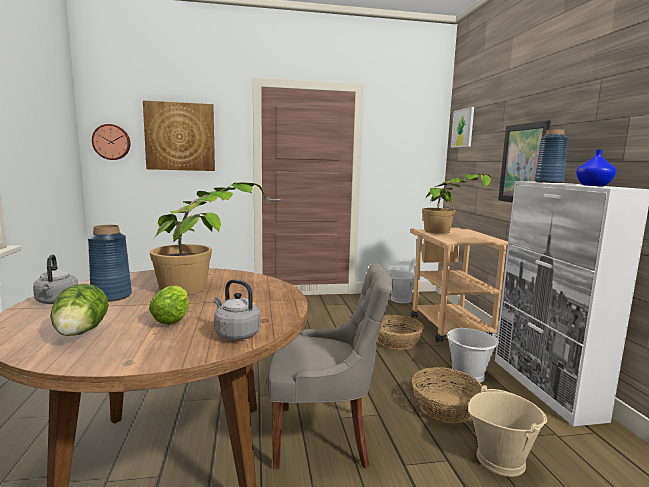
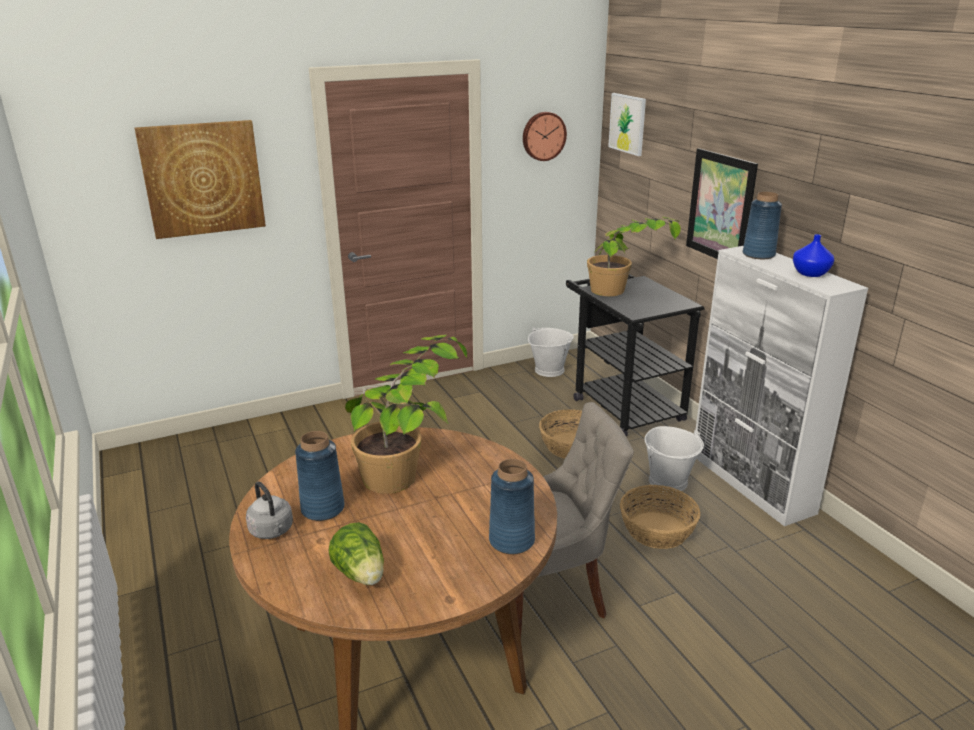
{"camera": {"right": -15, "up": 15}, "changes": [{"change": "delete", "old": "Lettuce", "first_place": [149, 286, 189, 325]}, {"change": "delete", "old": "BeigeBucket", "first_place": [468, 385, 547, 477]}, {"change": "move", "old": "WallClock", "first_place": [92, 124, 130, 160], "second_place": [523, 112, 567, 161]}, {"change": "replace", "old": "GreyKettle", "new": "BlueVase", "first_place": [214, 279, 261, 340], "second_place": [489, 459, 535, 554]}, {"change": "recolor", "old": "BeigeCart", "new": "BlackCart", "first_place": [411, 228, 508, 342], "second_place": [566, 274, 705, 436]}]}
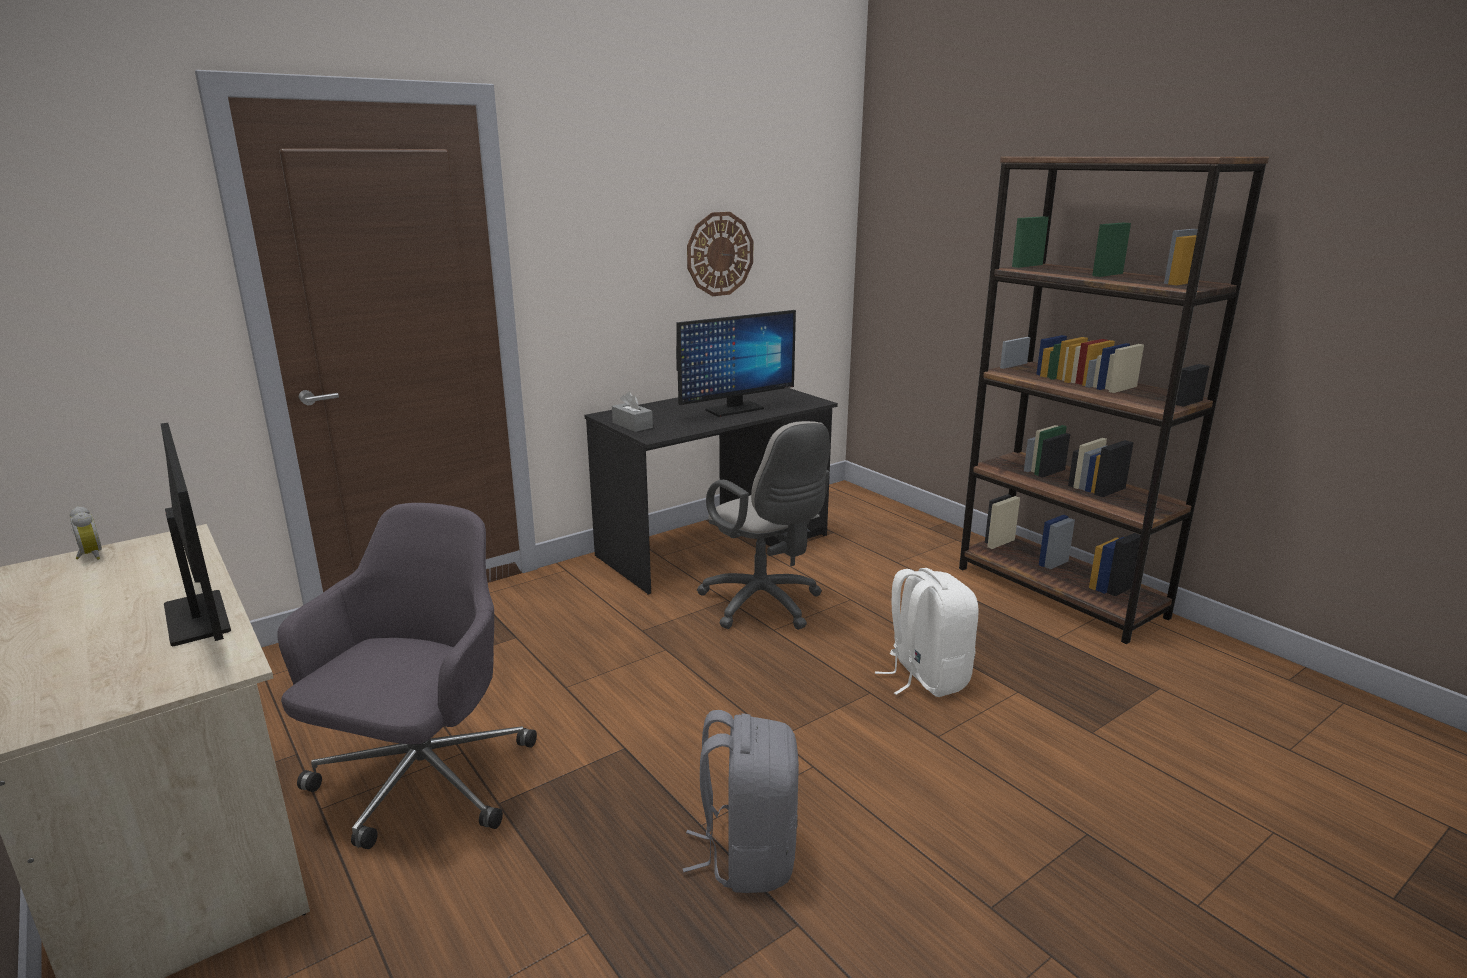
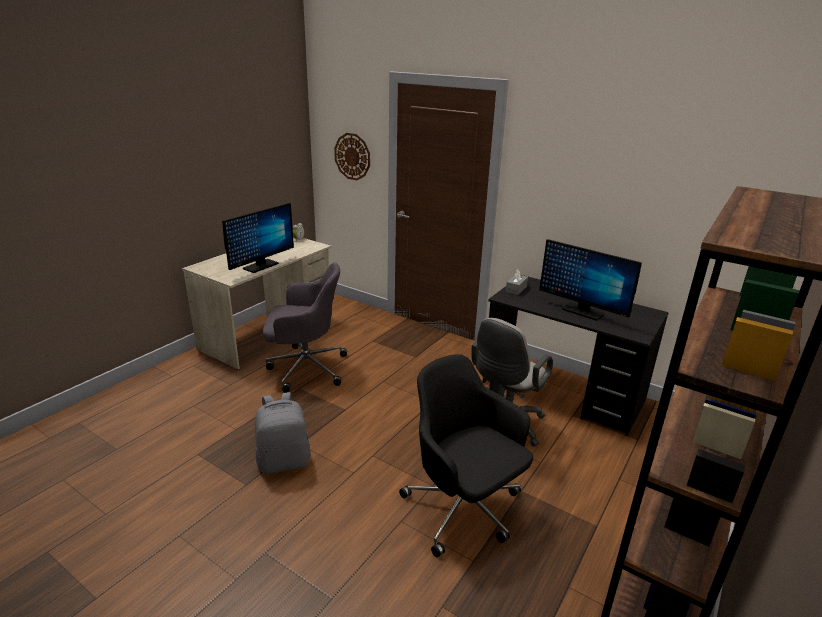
{"camera": {"right": 70, "up": 5}, "changes": [{"change": "move", "old": "WallClock", "first_place": [687, 212, 753, 296], "second_place": [334, 133, 370, 180]}, {"change": "replace", "old": "WhiteBackpack", "new": "BlackOfficeChair", "first_place": [875, 568, 979, 697], "second_place": [399, 354, 533, 557]}]}
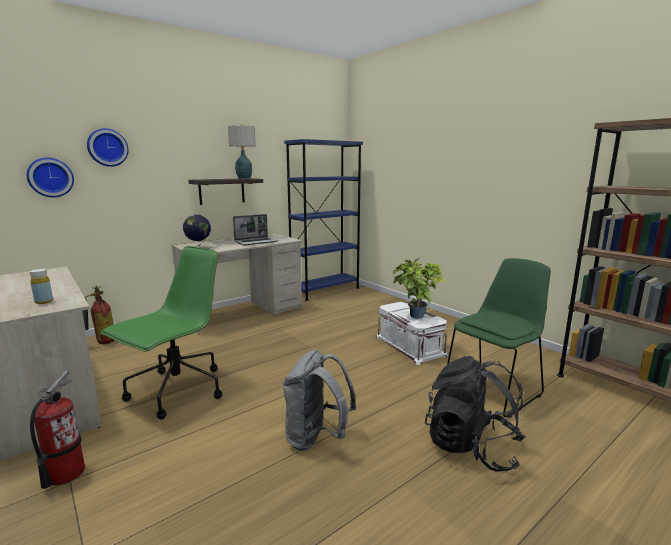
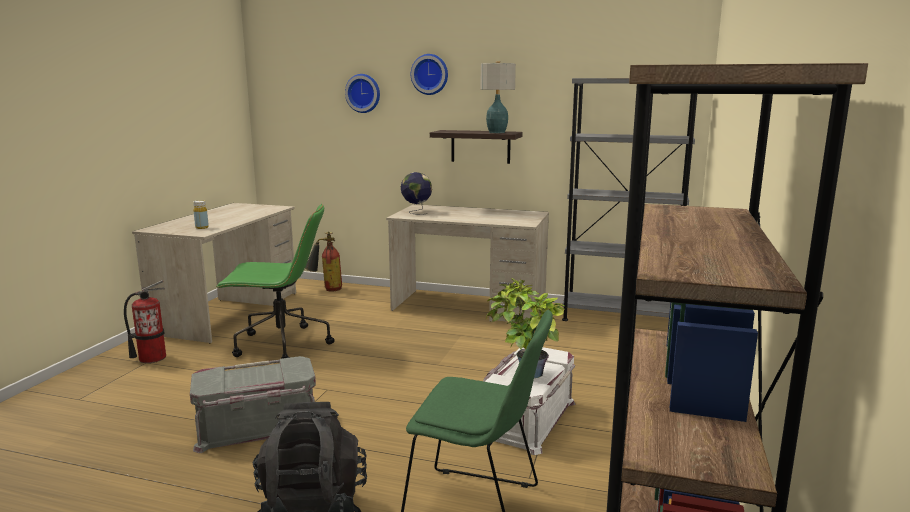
{"camera": {"right": 55, "up": 0}, "changes": [{"change": "delete", "old": "Laptop", "first_place": [233, 214, 278, 246]}, {"change": "move", "old": "WallClock", "first_place": [27, 158, 74, 197], "second_place": [411, 54, 448, 95]}, {"change": "replace", "old": "GreyBackpack", "new": "GreyStorageBox", "first_place": [283, 349, 356, 451], "second_place": [190, 356, 316, 453]}, {"change": "recolor", "old": "BlueBookcase", "new": "GreyBookcase", "first_place": [284, 139, 363, 301], "second_place": [562, 78, 697, 321]}]}
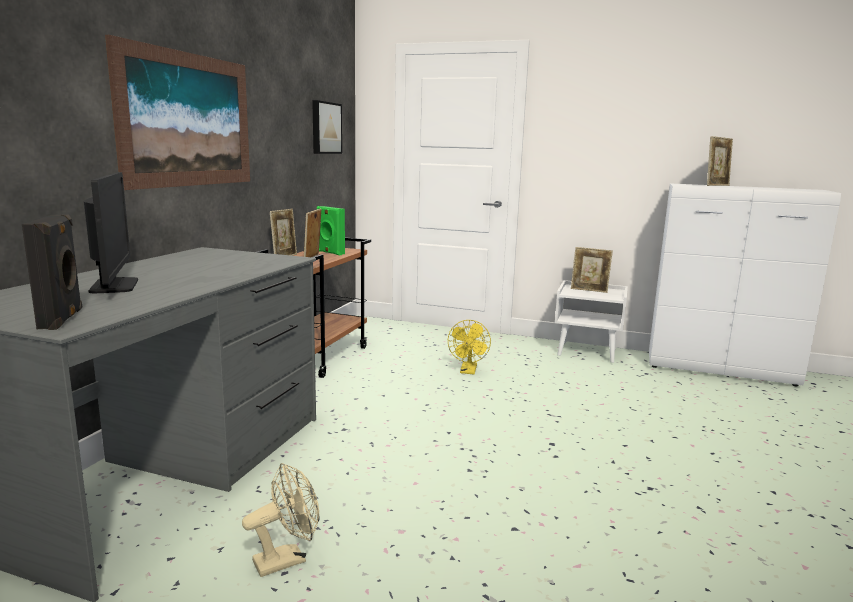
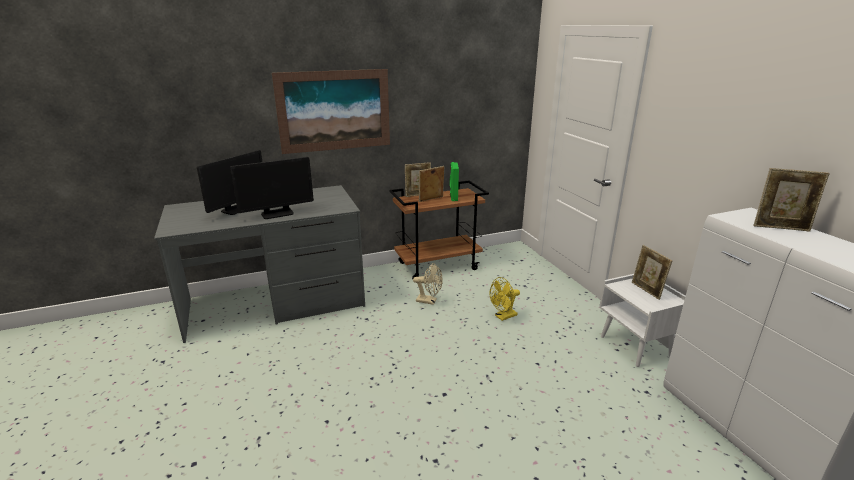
{"camera": {"right": 50, "up": 10}, "changes": [{"change": "delete", "old": "BlackSpeaker", "first_place": [22, 215, 82, 330]}, {"change": "delete", "old": "Picture", "first_place": [312, 100, 342, 154]}, {"change": "insert", "new": "Monitor", "second_place": [230, 157, 314, 219]}, {"change": "move", "old": "BeigeFan", "first_place": [242, 463, 319, 577], "second_place": [413, 263, 443, 305]}]}
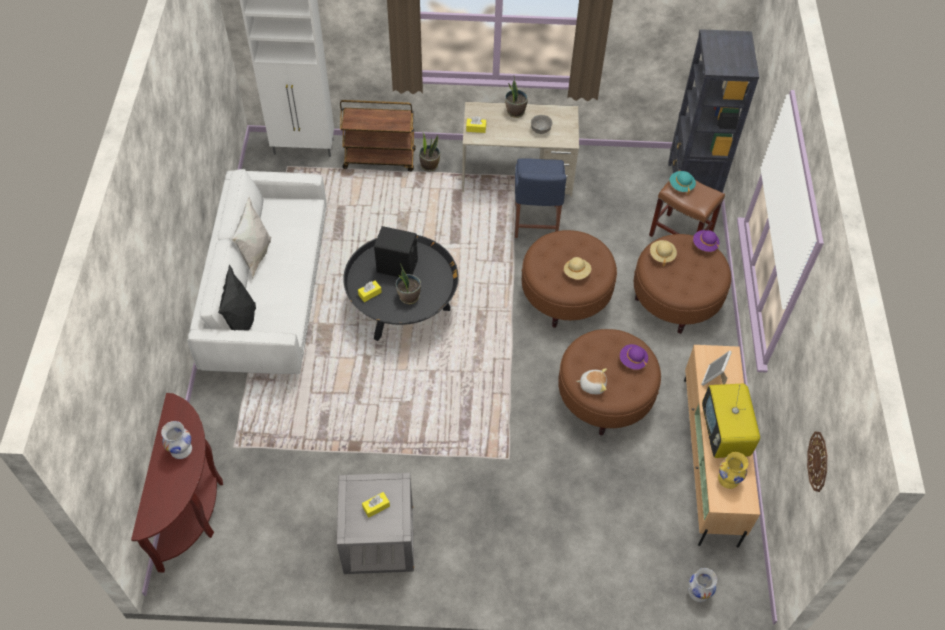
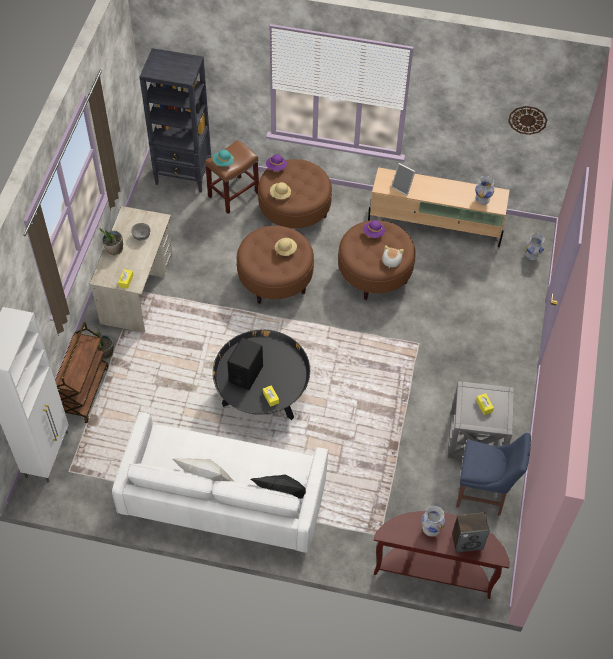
{"camera": {"right": -80, "up": 0}, "changes": [{"change": "delete", "old": "PottedPlant", "first_place": [396, 263, 421, 304]}, {"change": "delete", "old": "Television", "first_place": [702, 384, 760, 458]}, {"change": "insert", "new": "Speaker", "second_place": [452, 512, 490, 553]}, {"change": "move", "old": "BlueChair", "first_place": [515, 158, 567, 238], "second_place": [456, 433, 531, 516]}, {"change": "recolor", "old": "YellowVase", "new": "WhiteVase", "first_place": [718, 452, 748, 489], "second_place": [475, 176, 494, 205]}]}
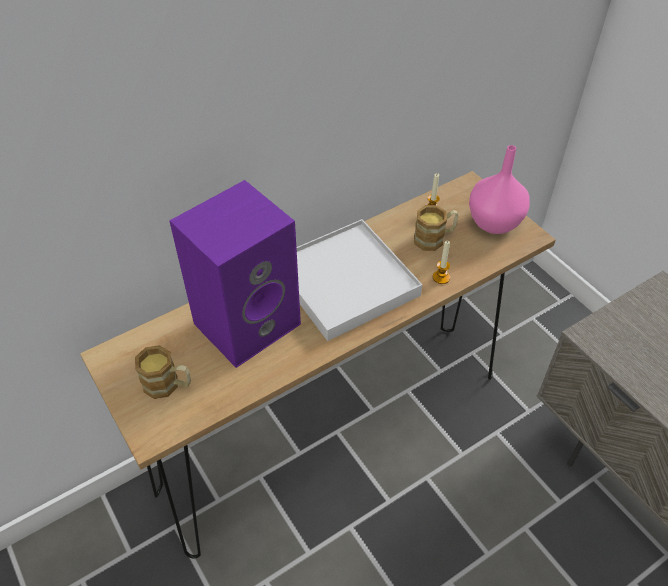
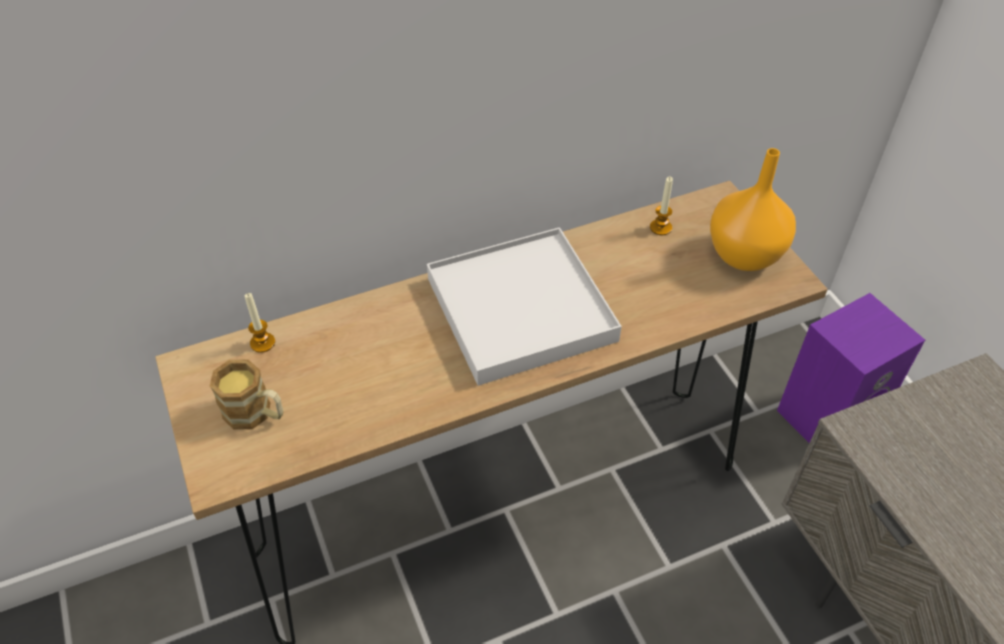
{"camera": {"right": 10, "up": 0}, "changes": [{"change": "delete", "old": "Mug", "first_place": [414, 205, 459, 251]}, {"change": "move", "old": "PurpleSpeaker", "first_place": [169, 180, 301, 368], "second_place": [777, 293, 925, 443]}, {"change": "move", "old": "Candle", "first_place": [433, 241, 450, 284], "second_place": [245, 293, 275, 353]}, {"change": "recolor", "old": "PinkVase", "new": "OrangeVase", "first_place": [469, 145, 530, 234], "second_place": [710, 148, 796, 271]}]}
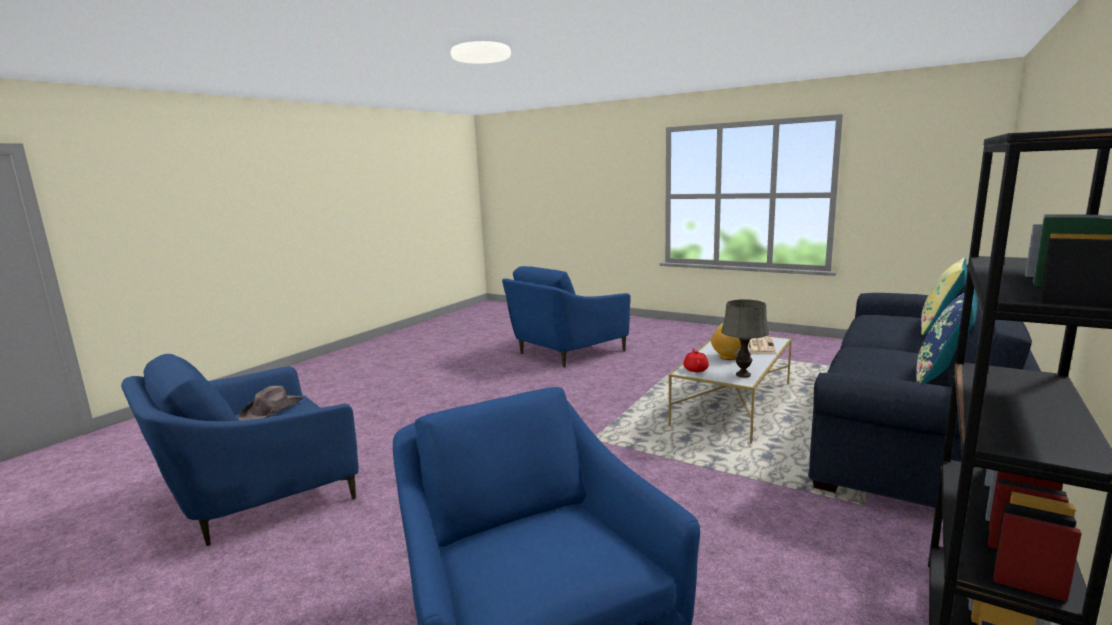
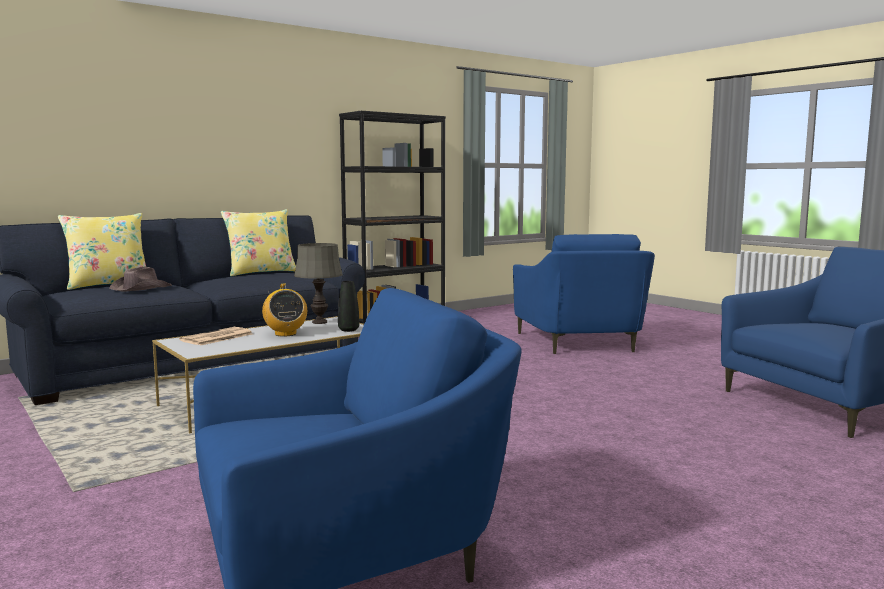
{"camera": {"right": -160, "up": -5}, "changes": [{"change": "move", "old": "BrownHat", "first_place": [238, 386, 304, 420], "second_place": [109, 266, 172, 292]}, {"change": "replace", "old": "RedTeapot", "new": "BlackVase", "first_place": [684, 349, 709, 372], "second_place": [338, 281, 359, 332]}, {"change": "recolor", "old": "BluePillow", "new": "YellowPillow", "first_place": [916, 289, 978, 383], "second_place": [221, 209, 296, 276]}]}
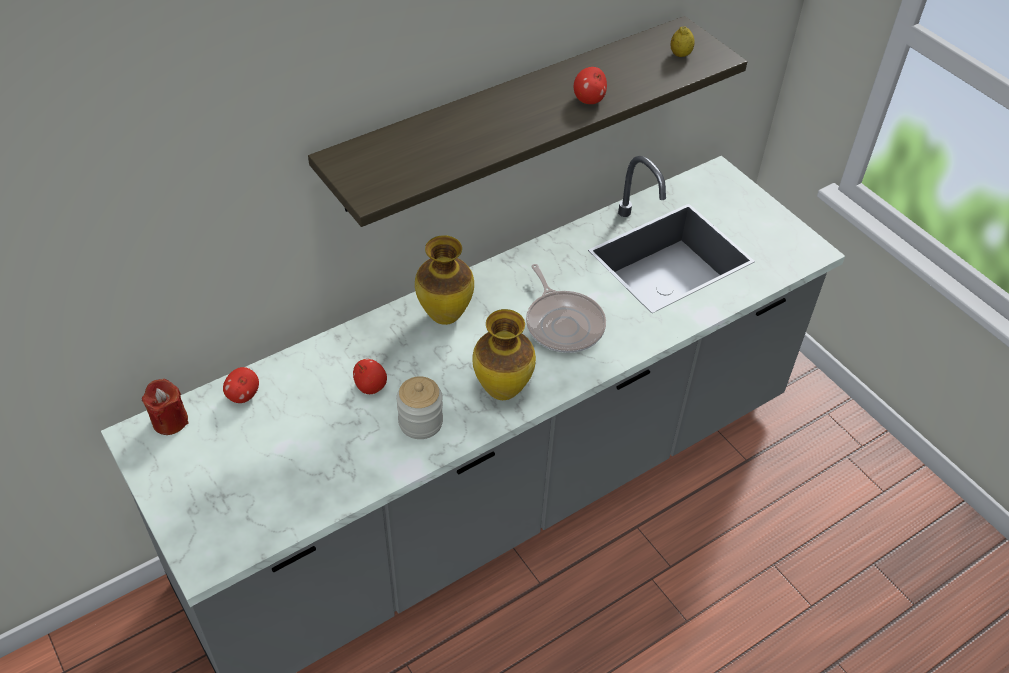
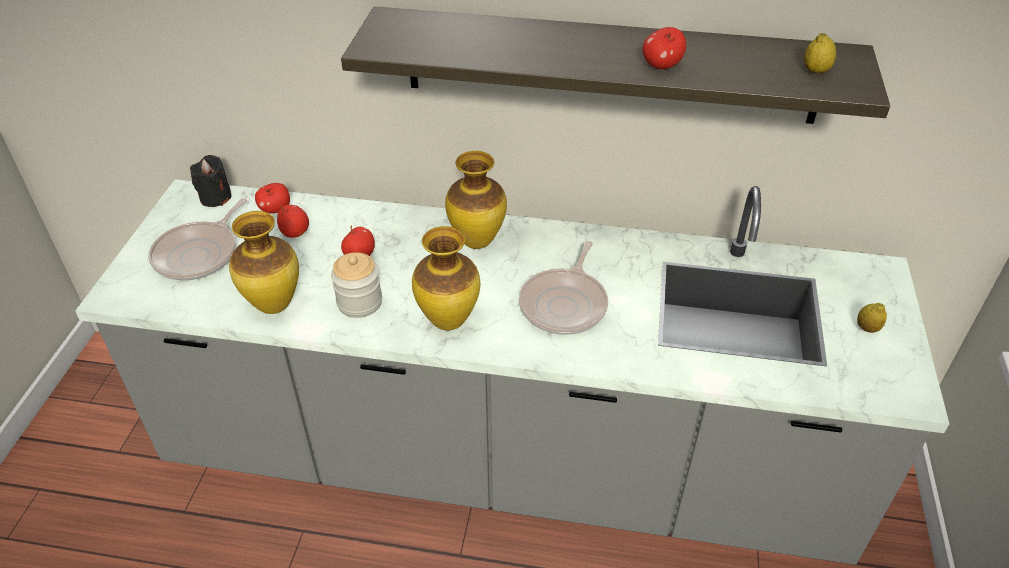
{"camera": {"right": 45, "up": -5}, "changes": [{"change": "insert", "new": "FryingPan", "second_place": [148, 198, 247, 281]}, {"change": "insert", "new": "Vase", "second_place": [229, 211, 299, 314]}, {"change": "insert", "new": "Apple", "second_place": [277, 205, 309, 238]}, {"change": "insert", "new": "Lemon", "second_place": [857, 303, 887, 333]}, {"change": "recolor", "old": "RedCandle", "new": "BlackCandle", "first_place": [142, 379, 189, 435], "second_place": [190, 155, 231, 207]}]}
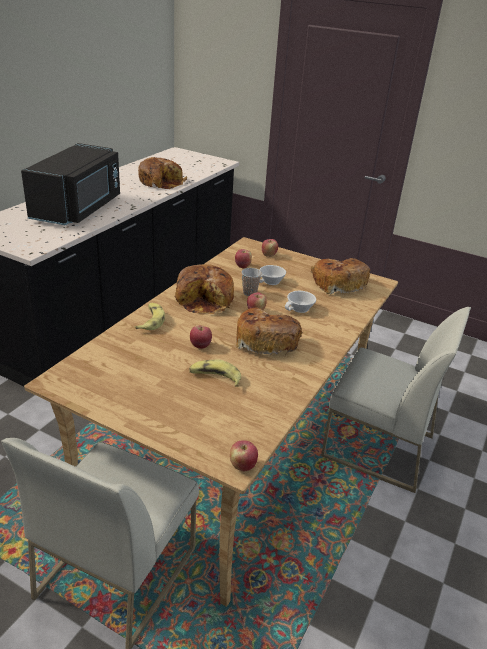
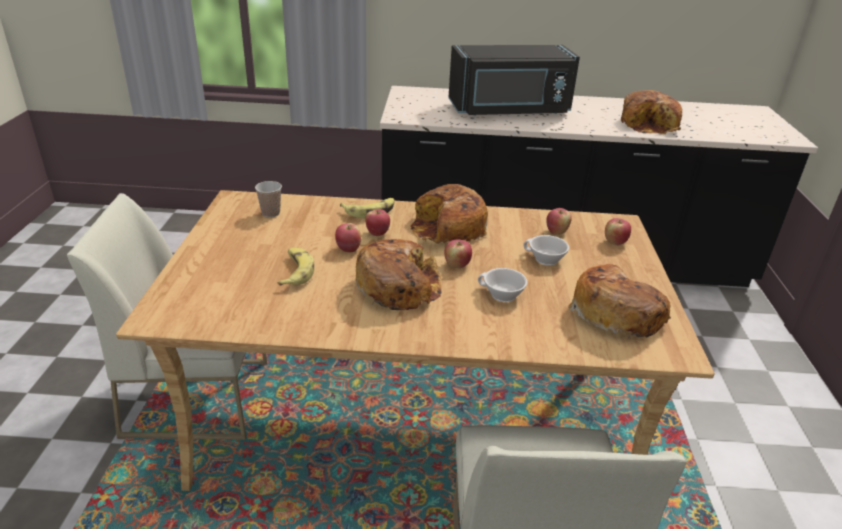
{"camera": {"right": 65, "up": 0}, "changes": [{"change": "move", "old": "Apple", "first_place": [230, 440, 258, 471], "second_place": [365, 209, 390, 236]}, {"change": "move", "old": "Cup", "first_place": [241, 268, 262, 296], "second_place": [255, 181, 282, 218]}]}
